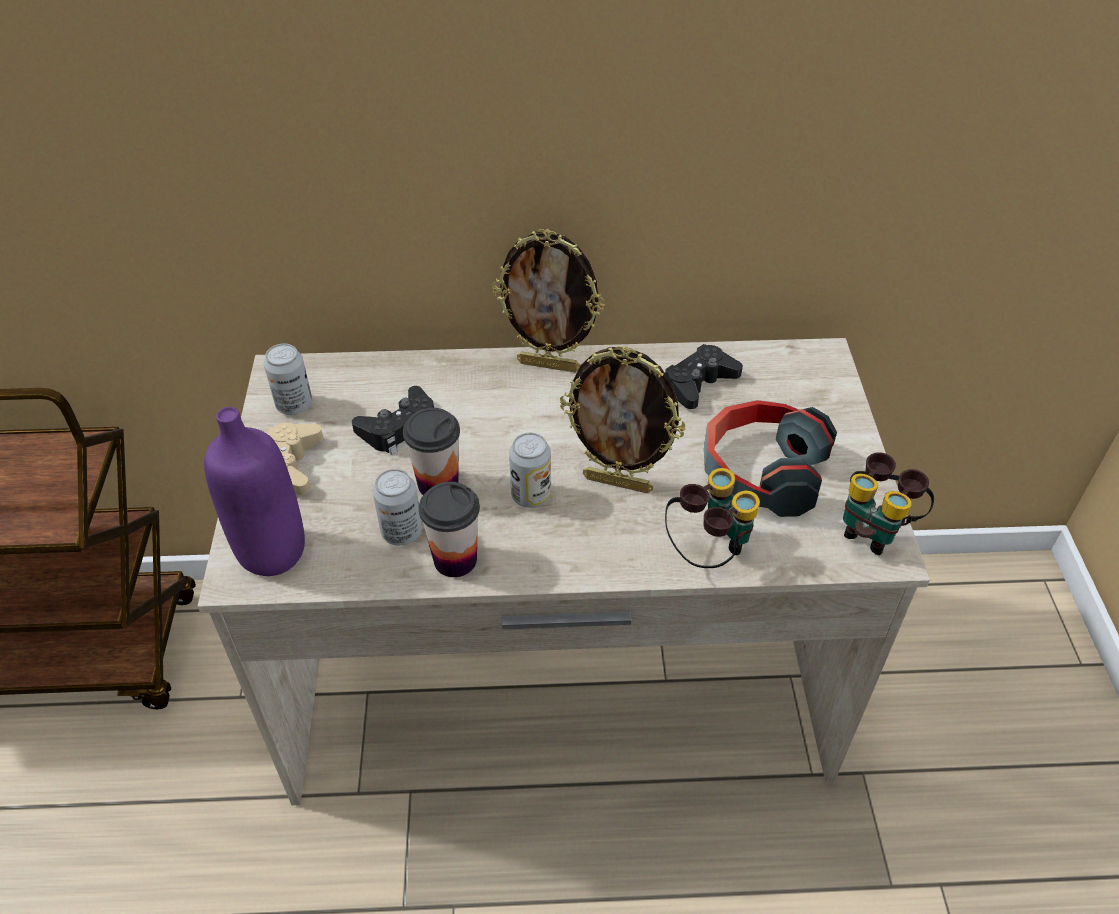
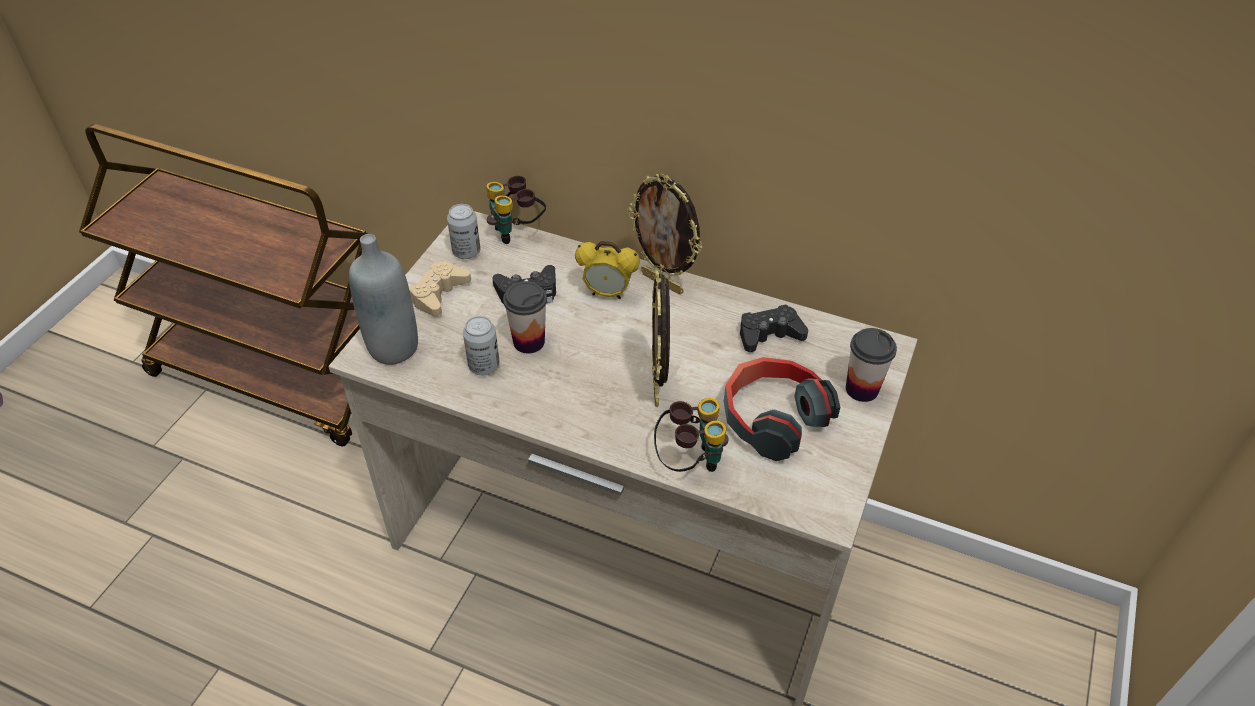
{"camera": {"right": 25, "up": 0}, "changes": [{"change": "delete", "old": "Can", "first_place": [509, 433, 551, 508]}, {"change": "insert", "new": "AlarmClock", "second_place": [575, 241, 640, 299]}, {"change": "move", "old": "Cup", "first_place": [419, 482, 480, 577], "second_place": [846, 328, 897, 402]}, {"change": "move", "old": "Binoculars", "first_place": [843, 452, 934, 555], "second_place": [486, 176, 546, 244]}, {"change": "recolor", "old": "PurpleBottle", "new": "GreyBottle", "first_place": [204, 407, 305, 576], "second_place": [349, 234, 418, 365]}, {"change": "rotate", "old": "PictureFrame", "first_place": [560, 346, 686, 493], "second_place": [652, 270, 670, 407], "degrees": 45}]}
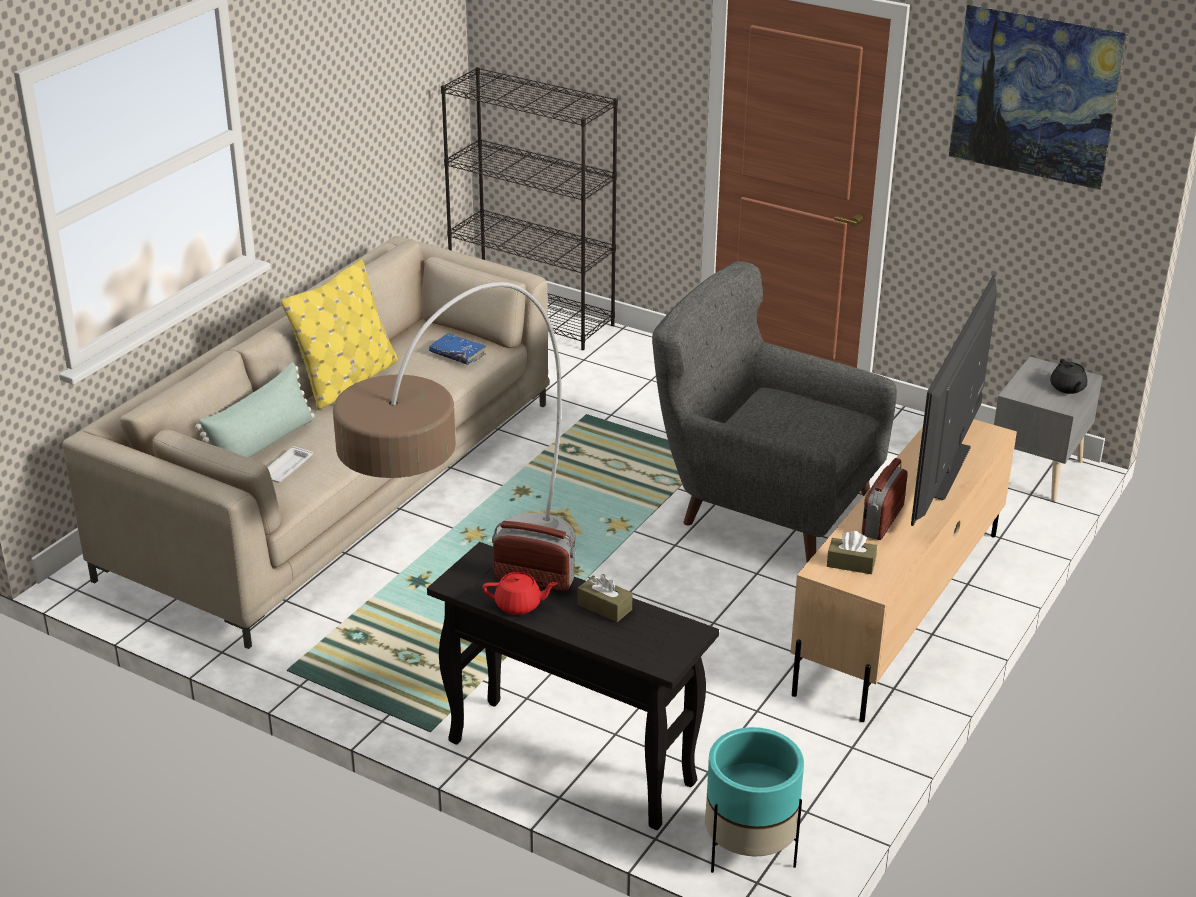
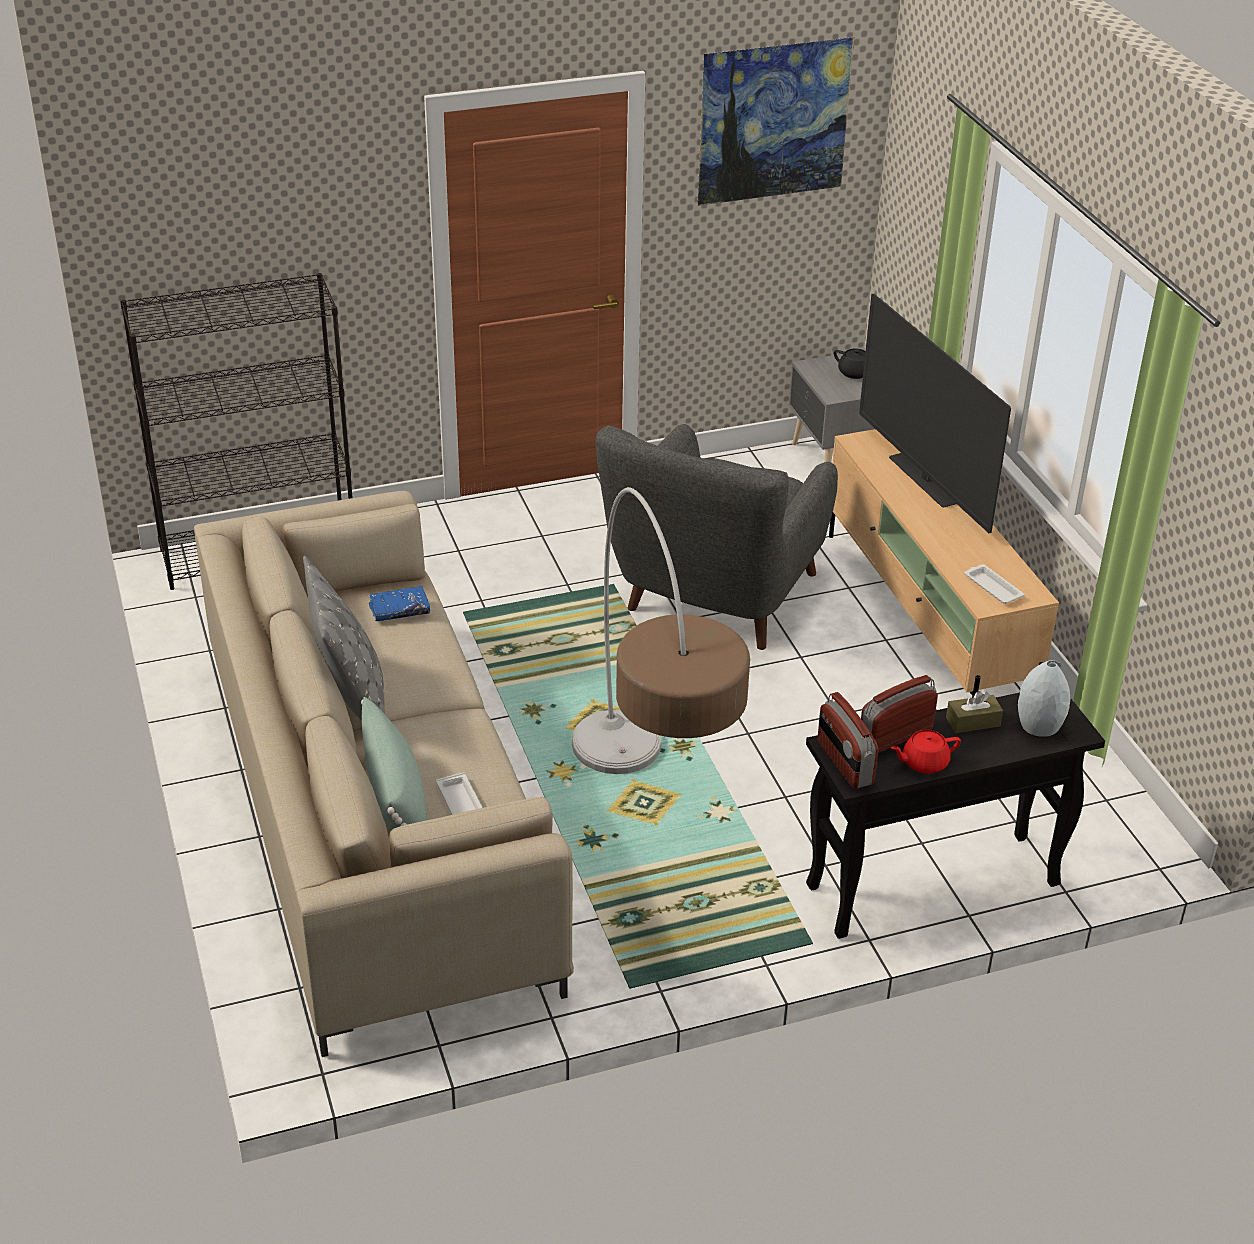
{"camera": {"right": -50, "up": 5}, "changes": [{"change": "delete", "old": "TurquoisePlanter", "first_place": [705, 727, 804, 873]}, {"change": "insert", "new": "GreyVase", "second_place": [1018, 660, 1071, 737]}, {"change": "move", "old": "Radio", "first_place": [862, 458, 908, 540], "second_place": [817, 692, 879, 789]}, {"change": "replace", "old": "BrownTissueBox", "new": "WhiteTray", "first_place": [827, 531, 877, 574], "second_place": [964, 564, 1025, 604]}, {"change": "recolor", "old": "YellowPillow", "new": "GreyPillow", "first_place": [281, 259, 398, 409], "second_place": [303, 556, 385, 720]}, {"change": "rotate", "old": "RedTeapot", "first_place": [483, 572, 558, 615], "second_place": [891, 730, 961, 774], "degrees": -150}, {"change": "rotate", "old": "GreyArmchair", "first_place": [652, 261, 897, 562], "second_place": [596, 424, 838, 650], "degrees": -45}]}
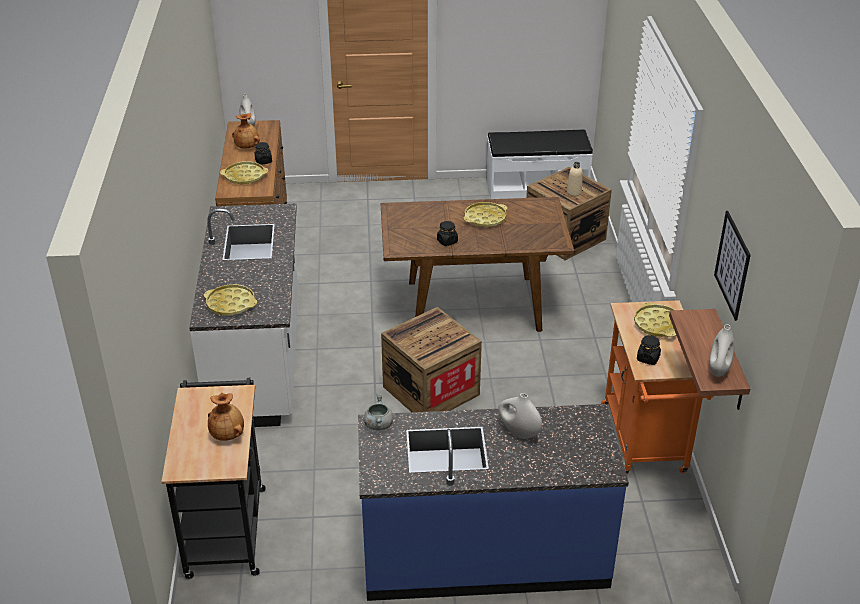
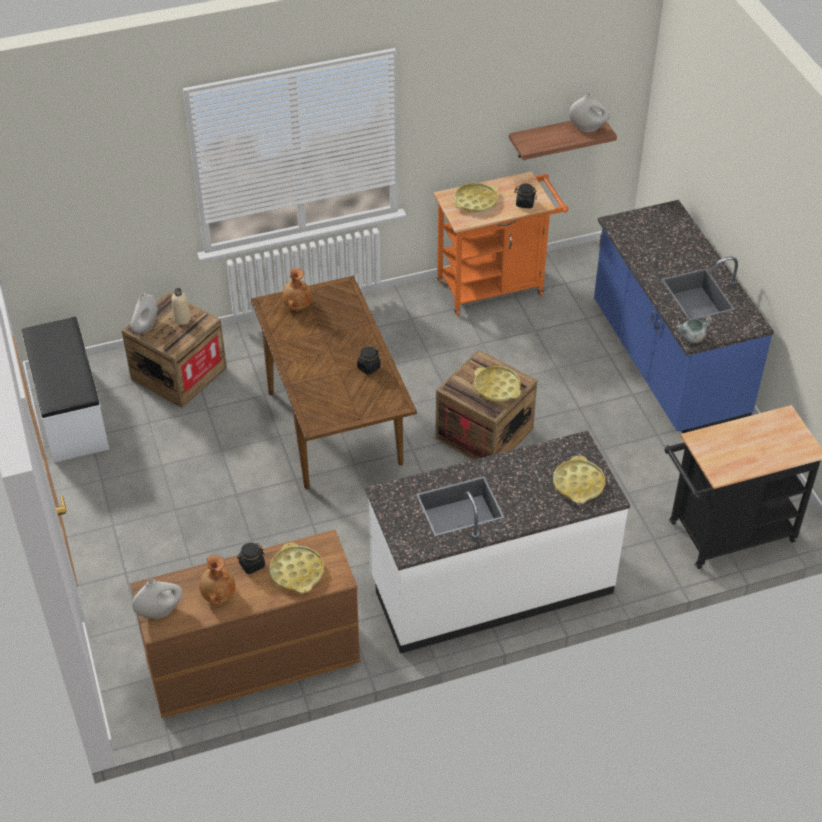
{"camera": {"right": -105, "up": 10}, "changes": [{"change": "delete", "old": "Picture", "first_place": [714, 211, 751, 321]}, {"change": "move", "old": "BrownVase", "first_place": [208, 393, 244, 441], "second_place": [282, 268, 312, 310]}, {"change": "move", "old": "YellowTray", "first_place": [463, 202, 507, 227], "second_place": [474, 366, 521, 401]}, {"change": "move", "old": "WhiteVase", "first_place": [499, 393, 542, 439], "second_place": [130, 293, 157, 334]}]}
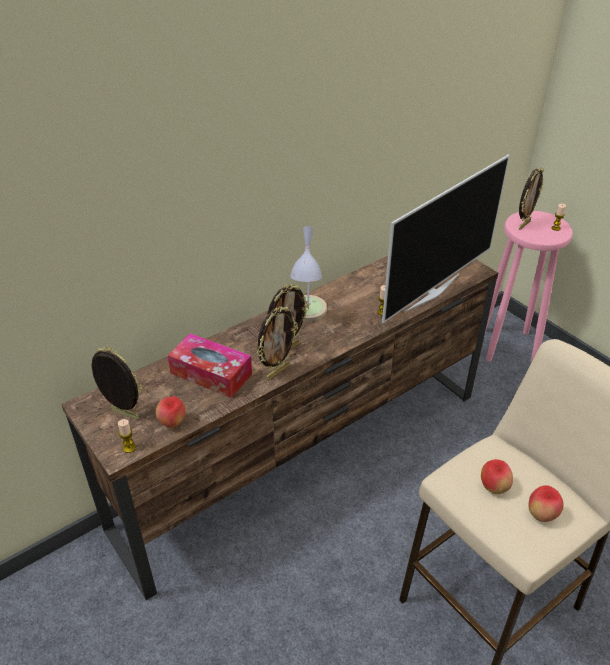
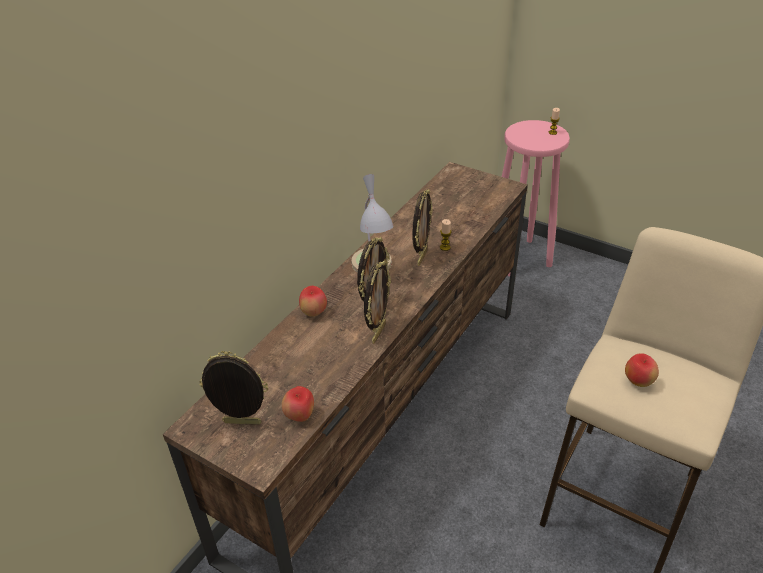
{"camera": {"right": -20, "up": 0}, "changes": [{"change": "delete", "old": "Candle", "first_place": [118, 419, 136, 453]}, {"change": "delete", "old": "TissueBox", "first_place": [168, 333, 252, 398]}, {"change": "delete", "old": "Television", "first_place": [382, 155, 510, 323]}, {"change": "move", "old": "PictureFrame", "first_place": [519, 167, 543, 230], "second_place": [412, 189, 433, 266]}, {"change": "move", "old": "Apple", "first_place": [529, 485, 564, 522], "second_place": [299, 286, 327, 317]}]}
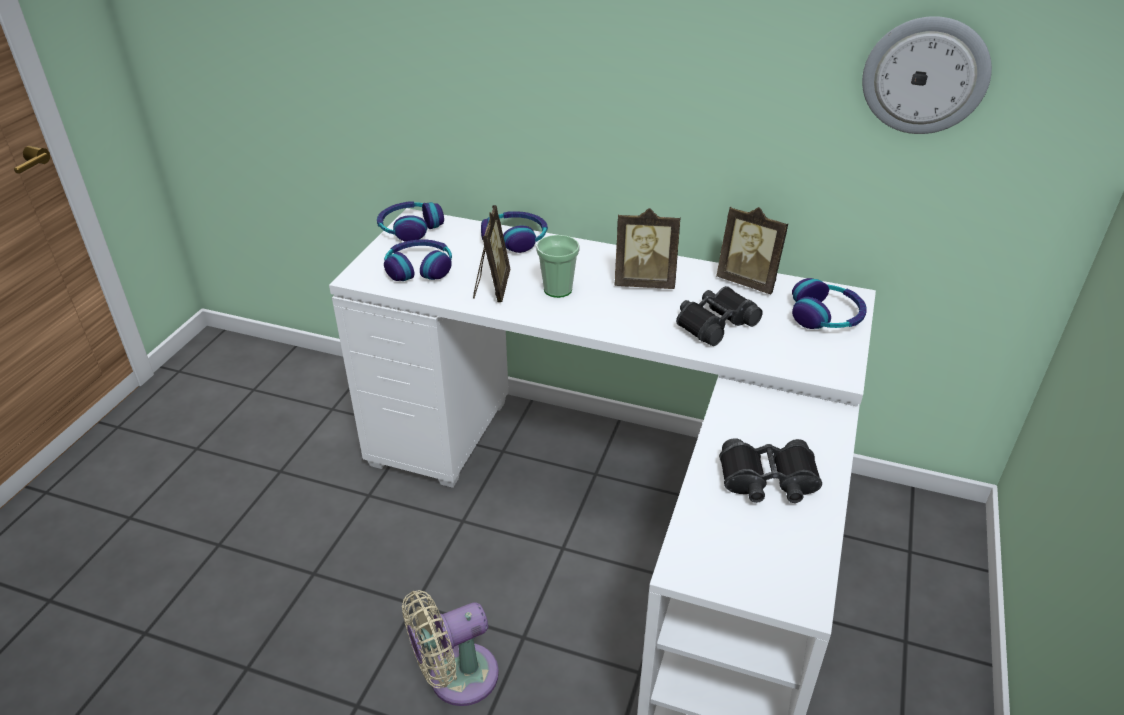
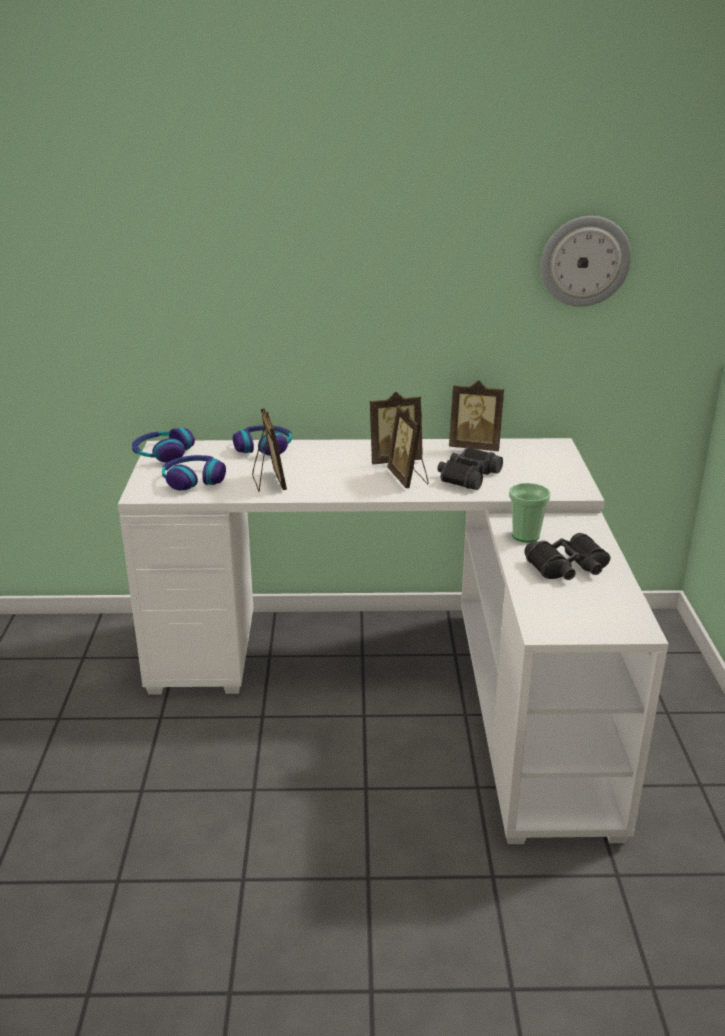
{"camera": {"right": -20, "up": -10}, "changes": [{"change": "delete", "old": "BeigeFan", "first_place": [402, 590, 499, 706]}, {"change": "delete", "old": "Headphones", "first_place": [792, 278, 867, 329]}, {"change": "insert", "new": "PictureFrame", "second_place": [387, 406, 429, 488]}, {"change": "move", "old": "Cup", "first_place": [536, 235, 580, 298], "second_place": [509, 483, 551, 542]}]}
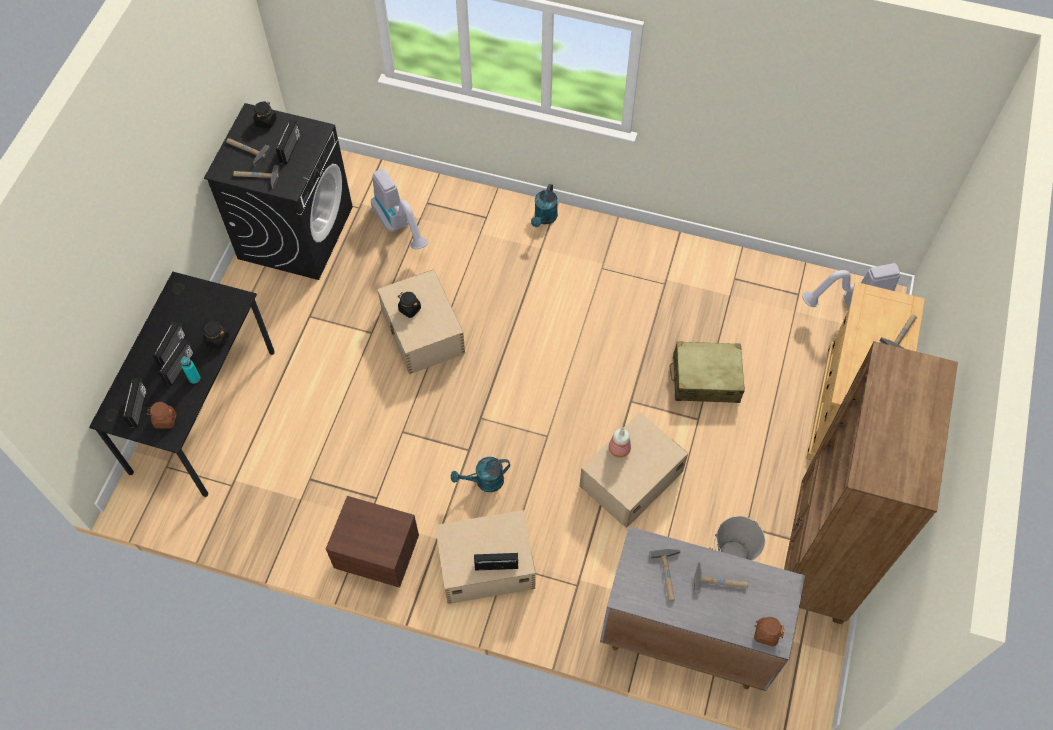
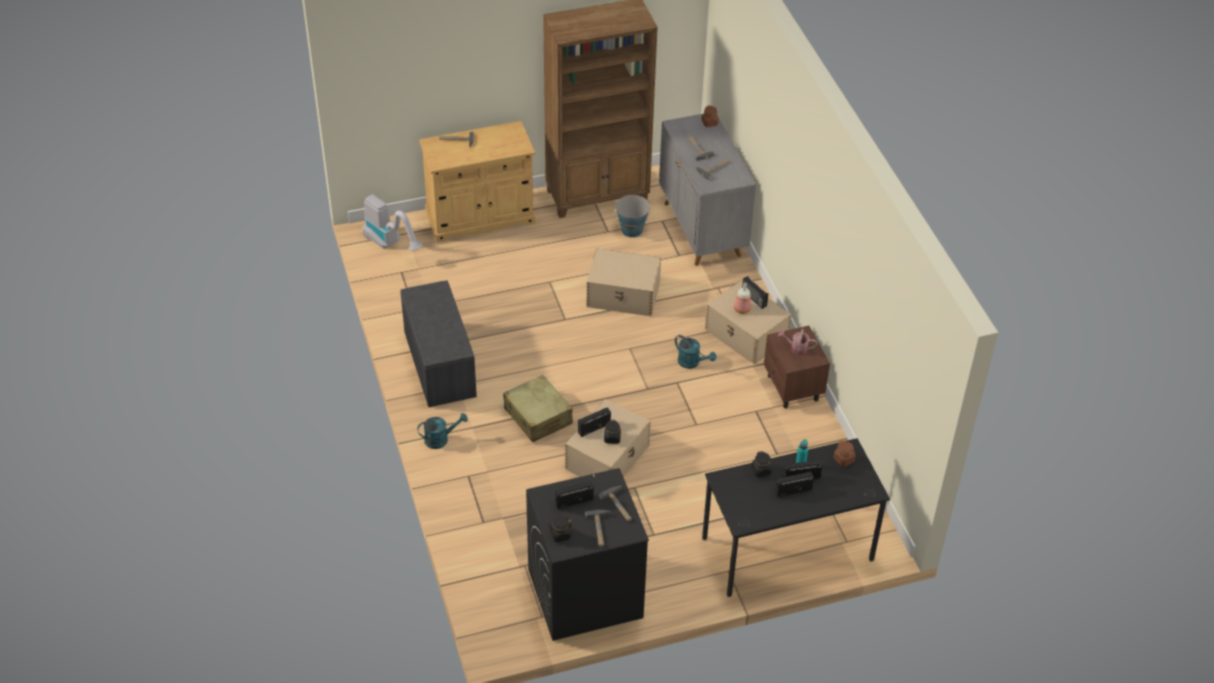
{"camera": {"right": -125, "up": -15}, "changes": [{"change": "delete", "old": "VacuumCleaner", "first_place": [371, 168, 428, 249]}, {"change": "insert", "new": "GreyBench", "second_place": [401, 280, 477, 407]}, {"change": "insert", "new": "WateringCan", "second_place": [778, 329, 818, 355]}, {"change": "move", "old": "Radio", "first_place": [123, 378, 147, 428], "second_place": [578, 407, 611, 437]}, {"change": "move", "old": "Bottle", "first_place": [609, 428, 631, 458], "second_place": [734, 283, 751, 314]}, {"change": "move", "old": "BeigeSuitcase", "first_place": [670, 341, 745, 403], "second_place": [503, 375, 573, 442]}]}
